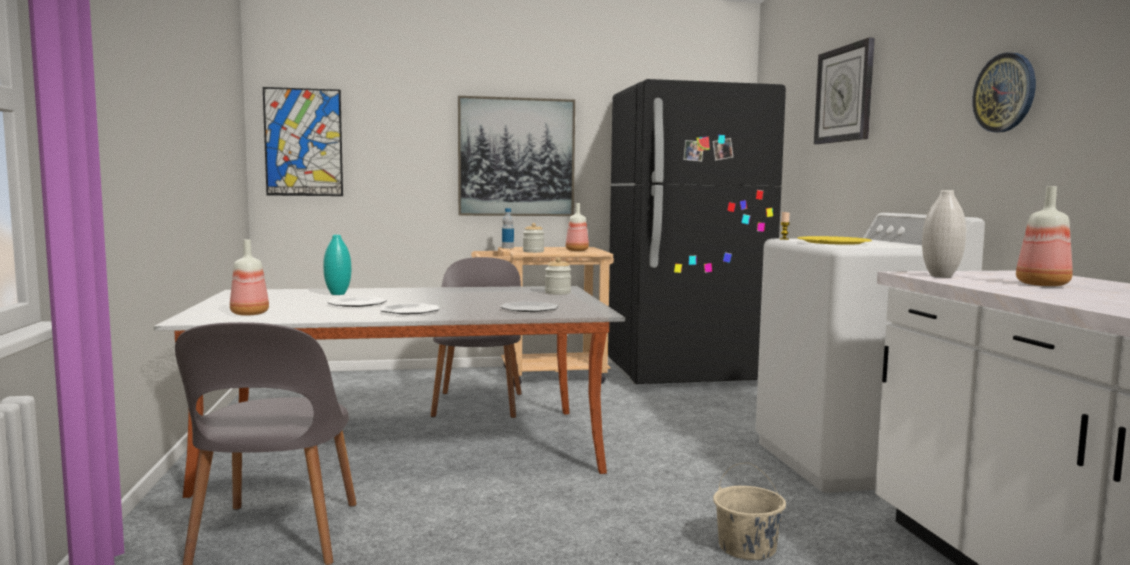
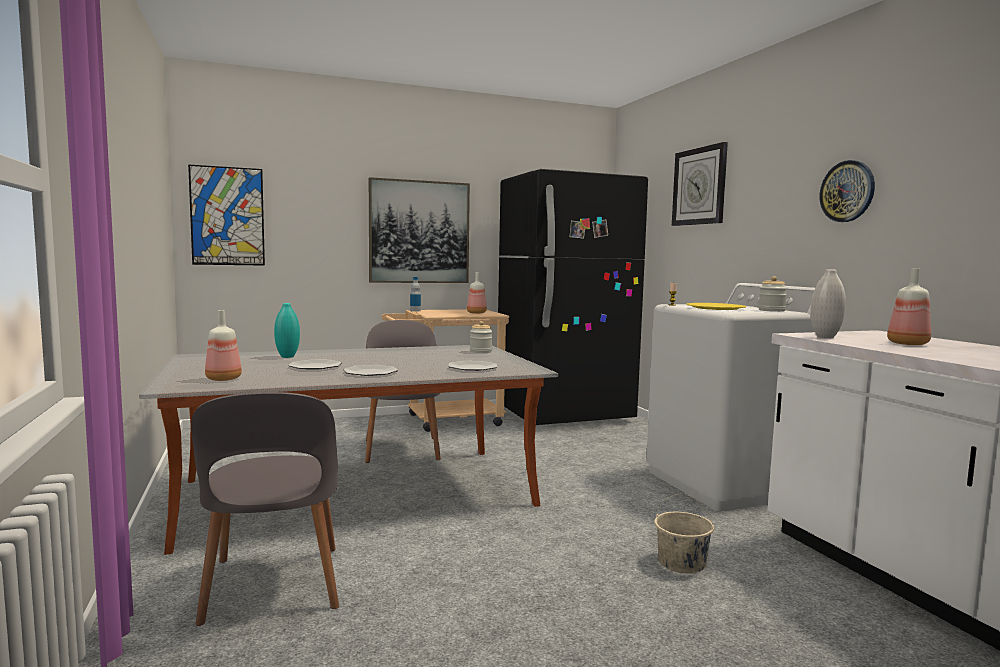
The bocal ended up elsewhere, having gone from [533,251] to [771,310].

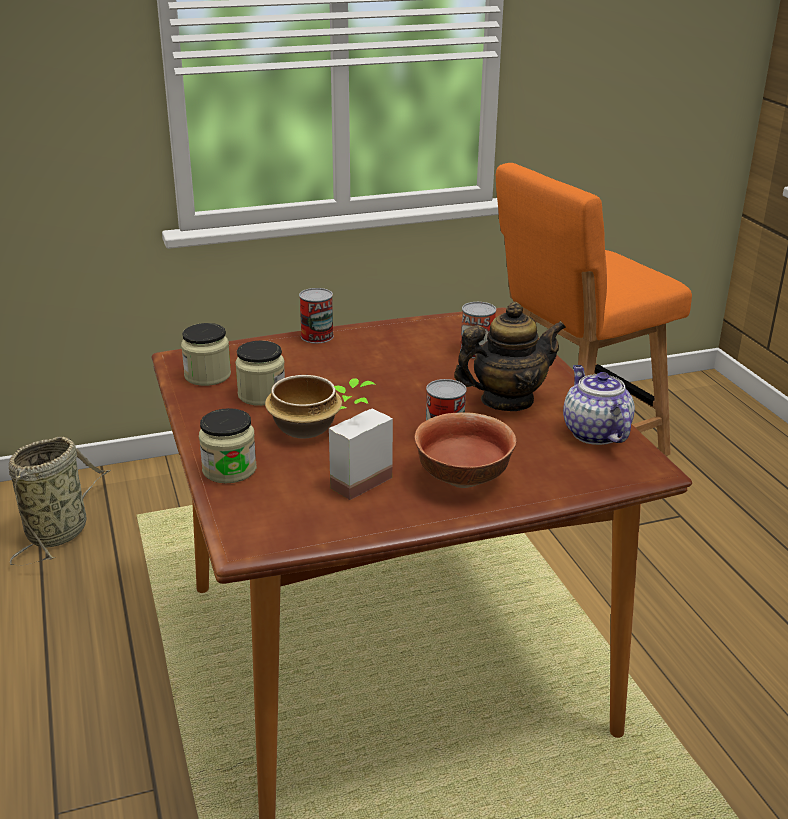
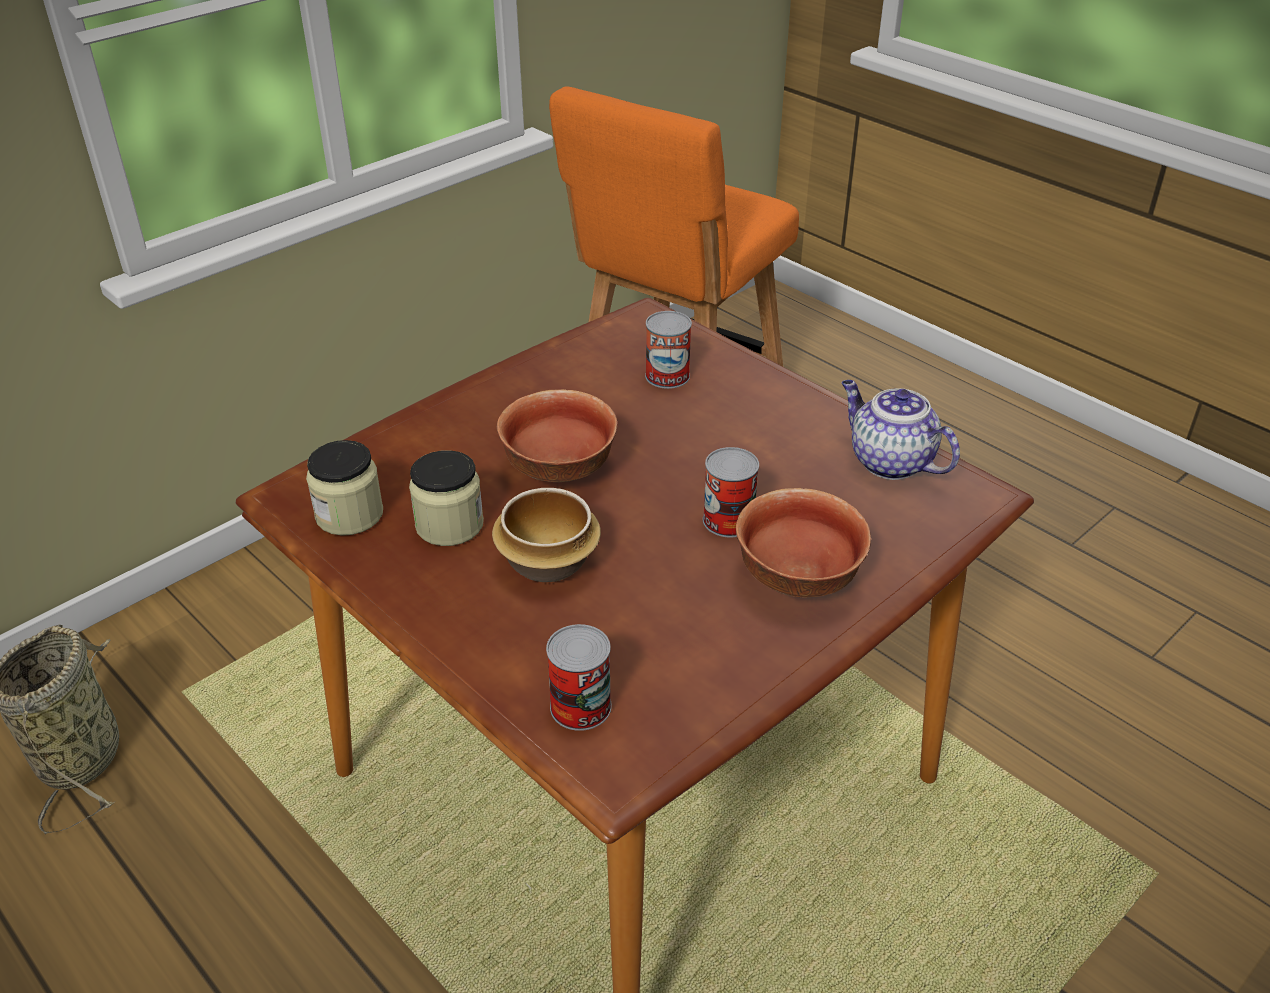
The second view lost the bocal at [229,469].
The second view lost the plante en pot at [353,478].
The second view lost the théière at [506,401].
The second view gained the bol at [561,469].
The boîte métallique ended up elsewhere, having gone from [317,336] to [580,706].

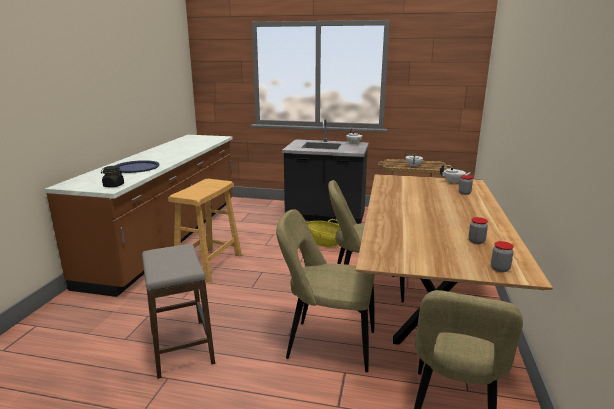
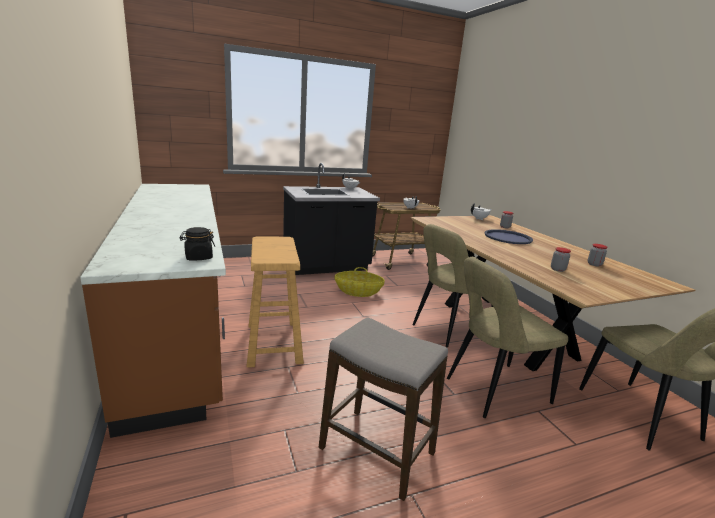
The plateau (bleu) ended up elsewhere, having gone from [136,167] to [508,237].
The bocal ended up elsewhere, having gone from [500,269] to [557,269].

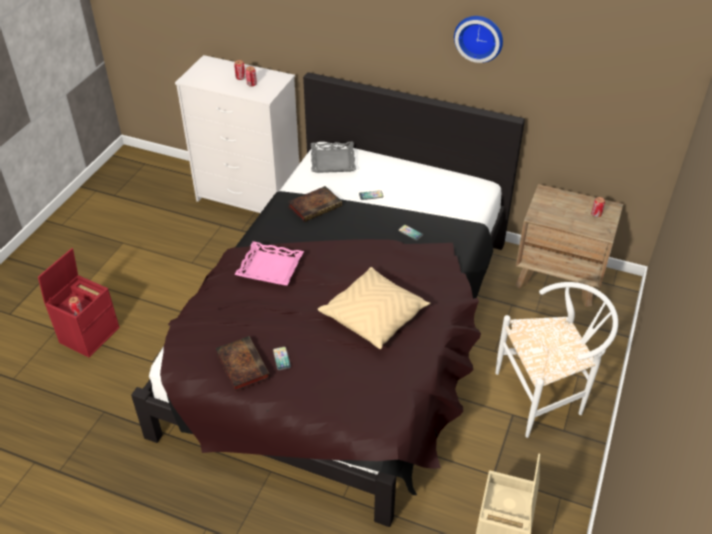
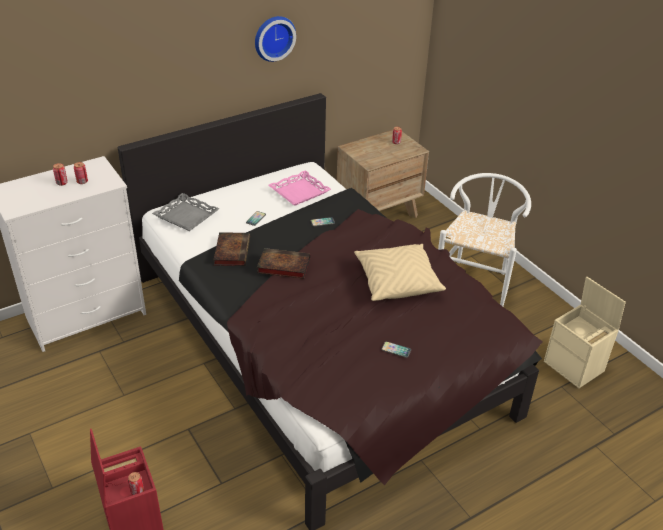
The livre ended up elsewhere, having gone from [241,365] to [282,266].
The plateau (rose) ended up elsewhere, having gone from [270,267] to [299,192].

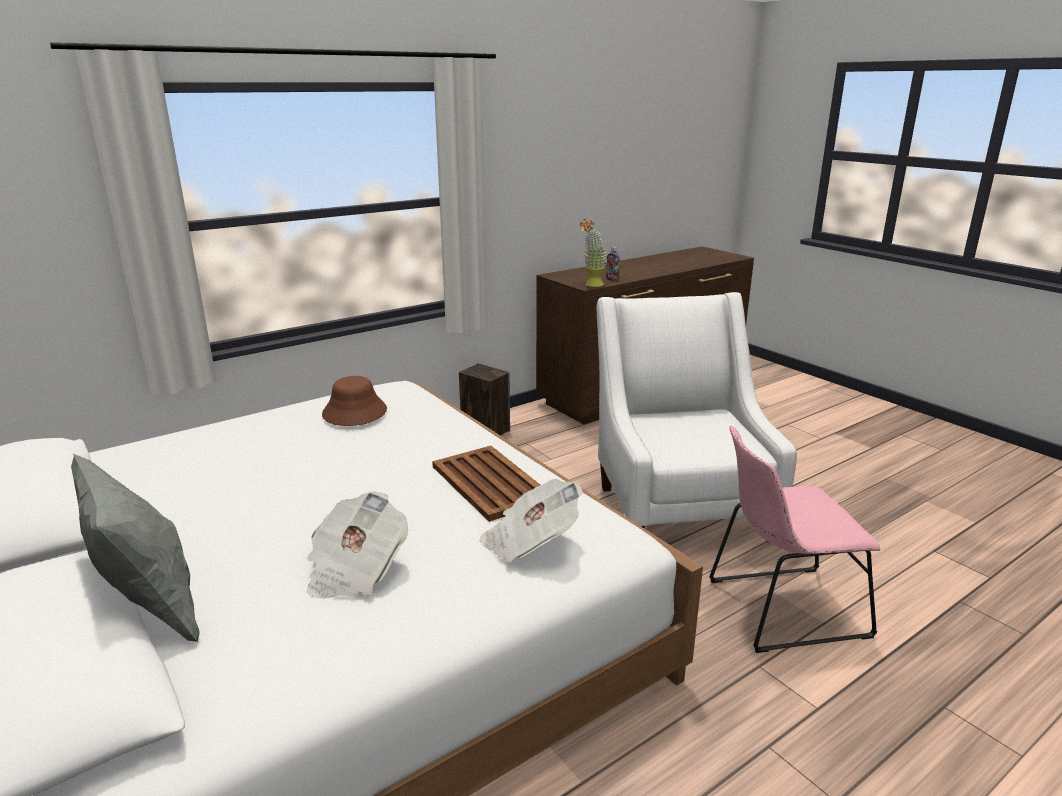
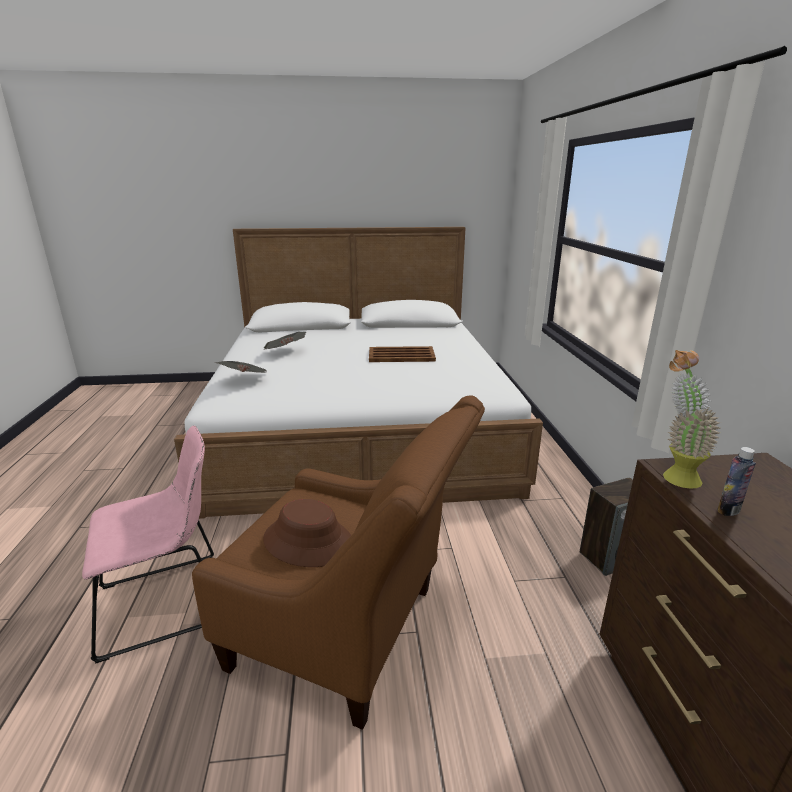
The second view lost the coussin (gris) at [151,609].
The chapeau (marron) ended up elsewhere, having gone from [354,412] to [308,541].
The plateau (marron) ended up elsewhere, having gone from [489,482] to [402,355].
What was the fauteuil (blanc) at [678,505] turned into the fauteuil (marron) at [349,633].
The chaise (rose) at [780,608] ended up facing another way, 45 degrees clockwise from before.

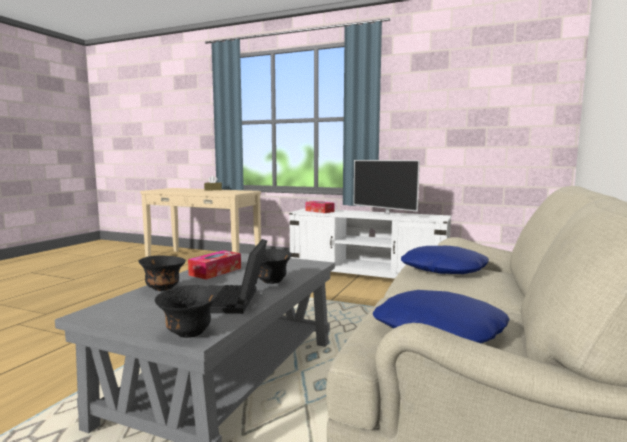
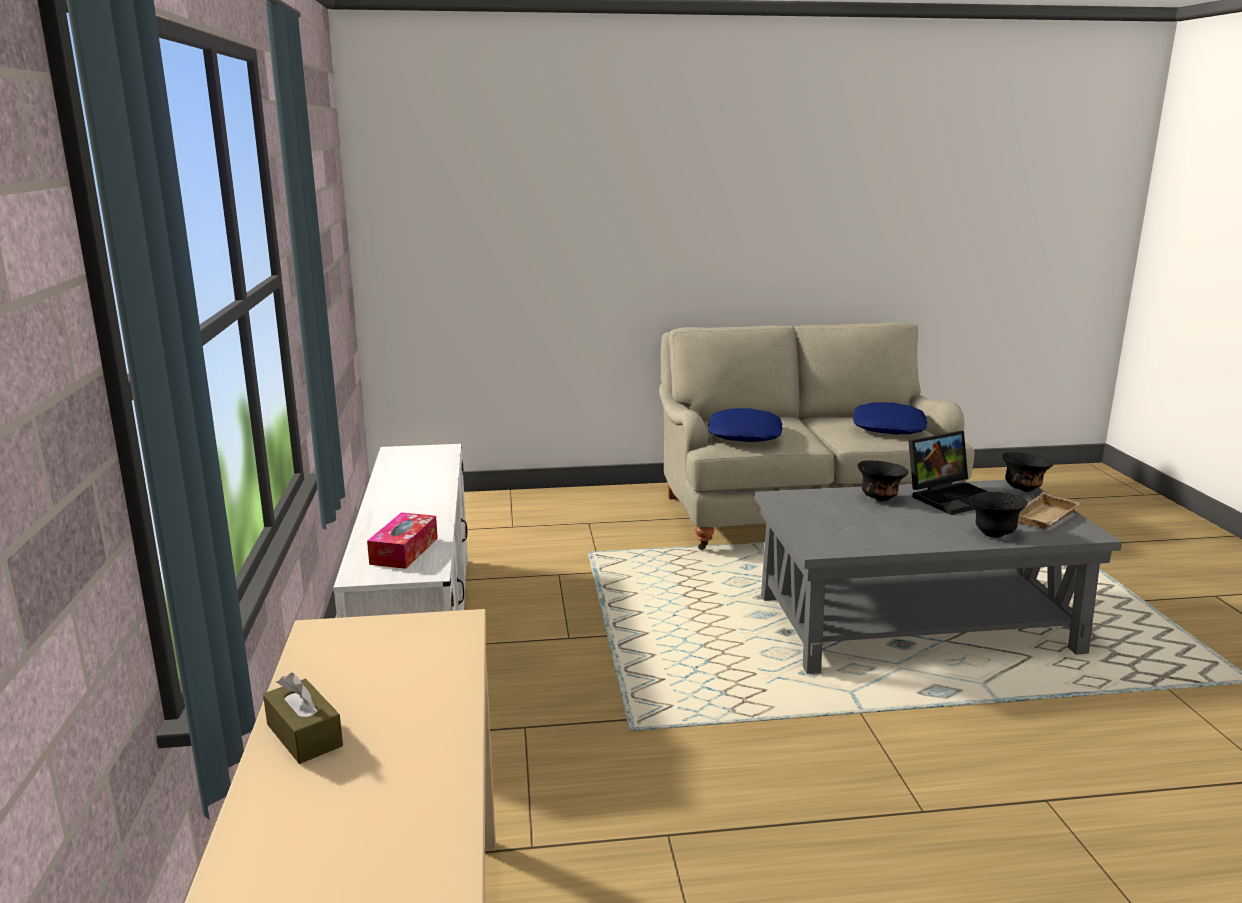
The second view lost the boîte à mouchoirs at [215,271].
The second view lost the téléviseur at [385,214].
The second view gained the plateau (beige) at [1046,518].

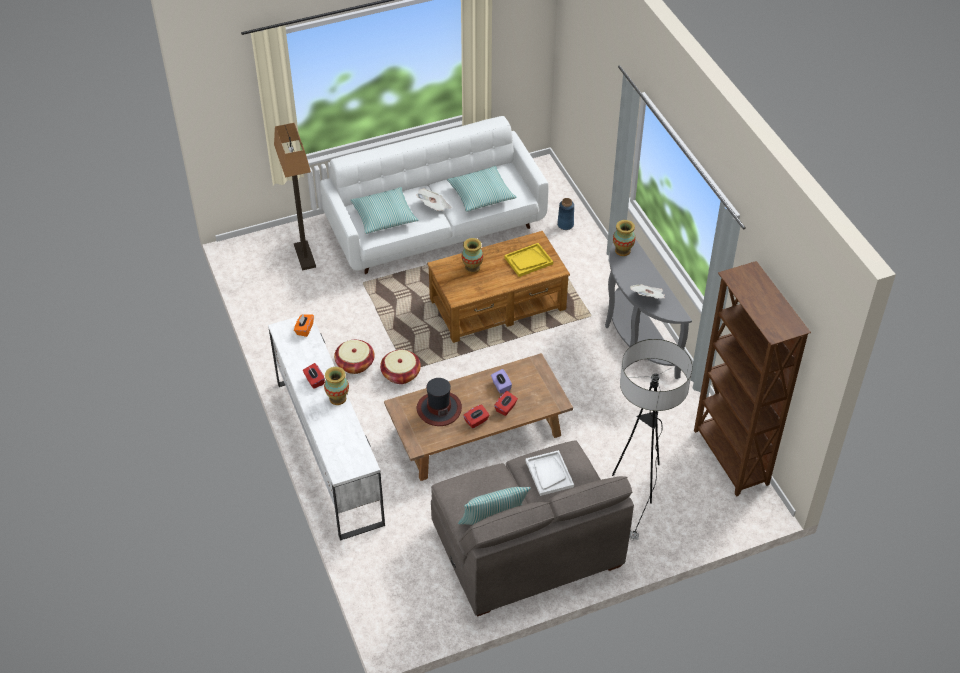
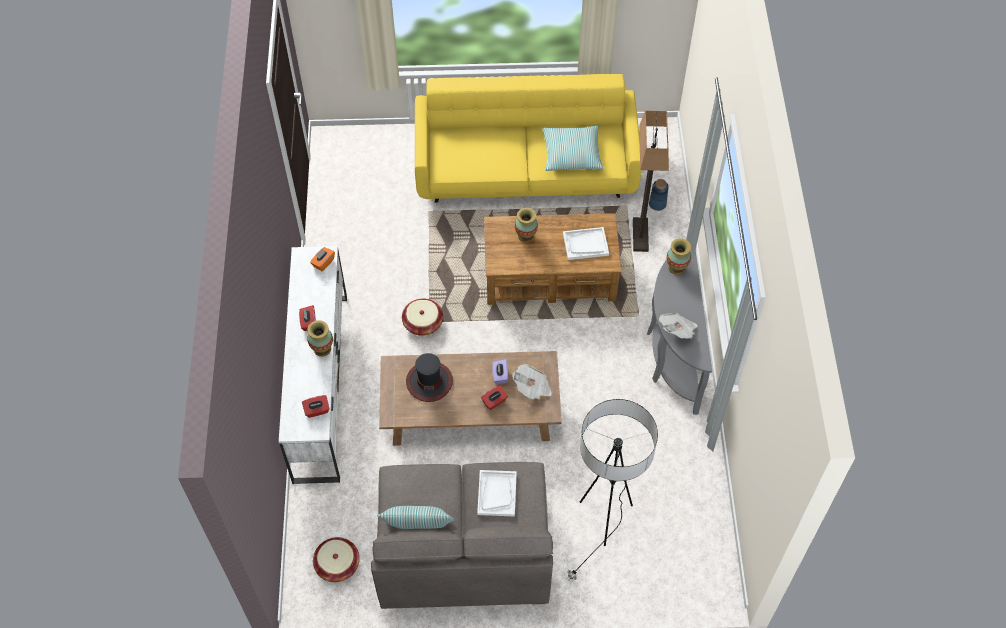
The second view lost the coussin at [384,216].
The second view lost the bibliothèque (marron) at [730,458].
The lampadaire ended up elsewhere, having gone from [305,256] to [640,235].
The panier ended up elsewhere, having gone from [355,364] to [337,564].
The journal ended up elsewhere, having gone from [434,207] to [532,388].
The boîte à mouchoirs (rouge) ended up elsewhere, having gone from [476,421] to [317,410].
What was the canapé (blanc) at [436,227] turned into the canapé (jaune) at [526,170].
What was the plateau (jaune) at [528,261] turned into the plateau (blanc) at [585,244].

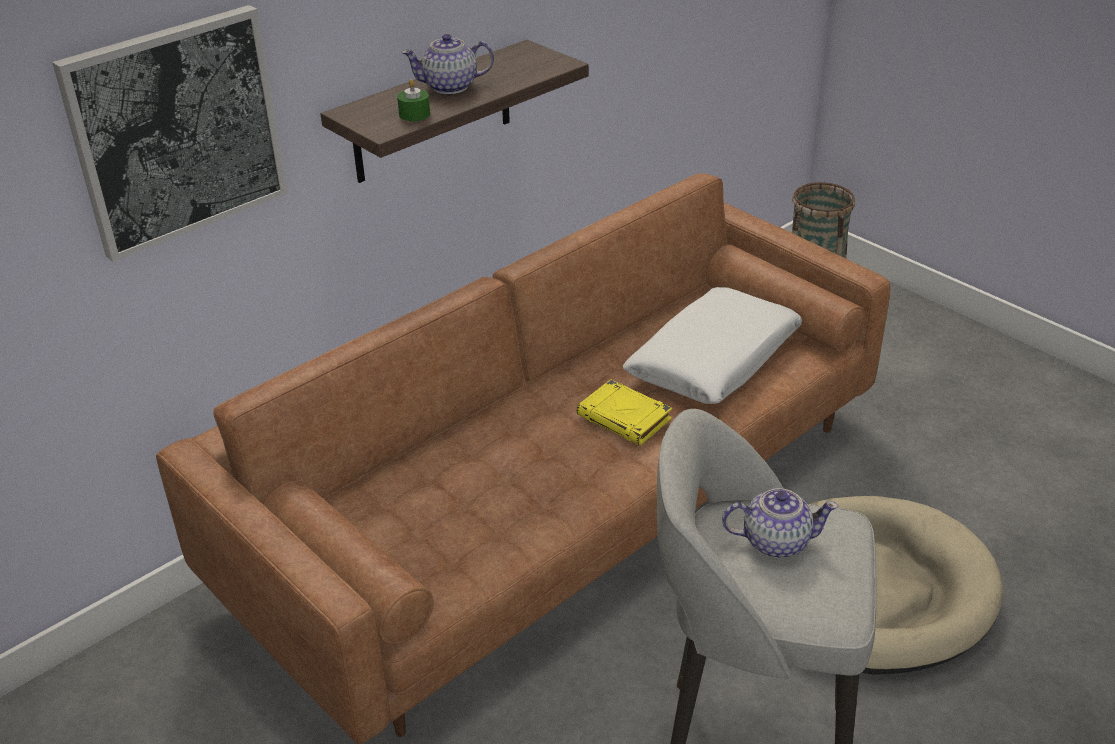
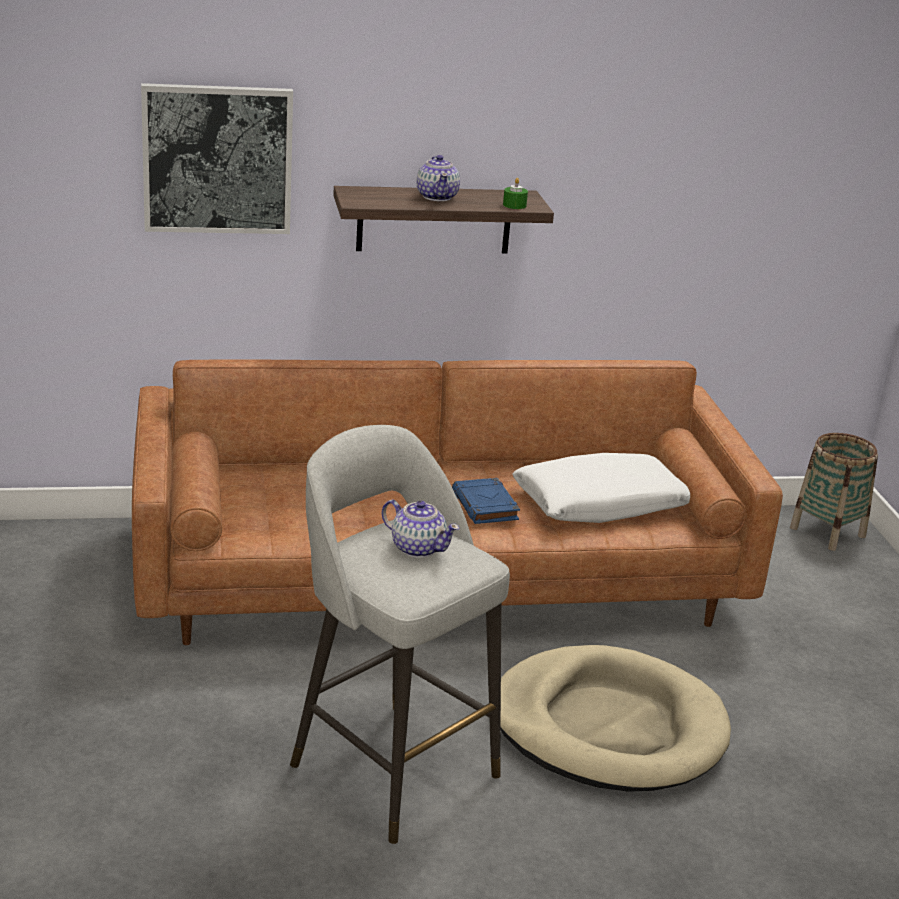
The bougie (vert) ended up elsewhere, having gone from [414,114] to [514,205].
What was the livre (jaune) at [625,418] turned into the livre (bleu) at [485,506].
The théière at [451,86] ended up facing another way, 120 degrees counterclockwise from before.

